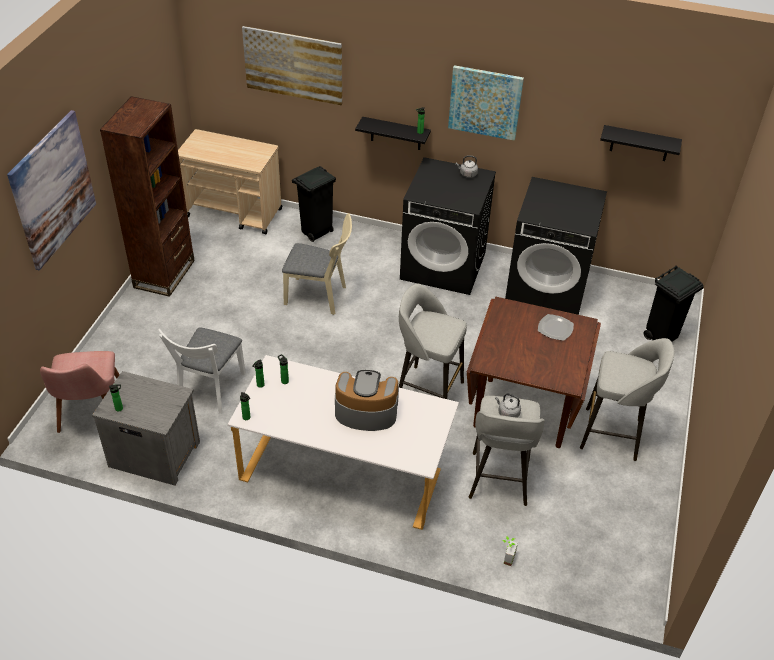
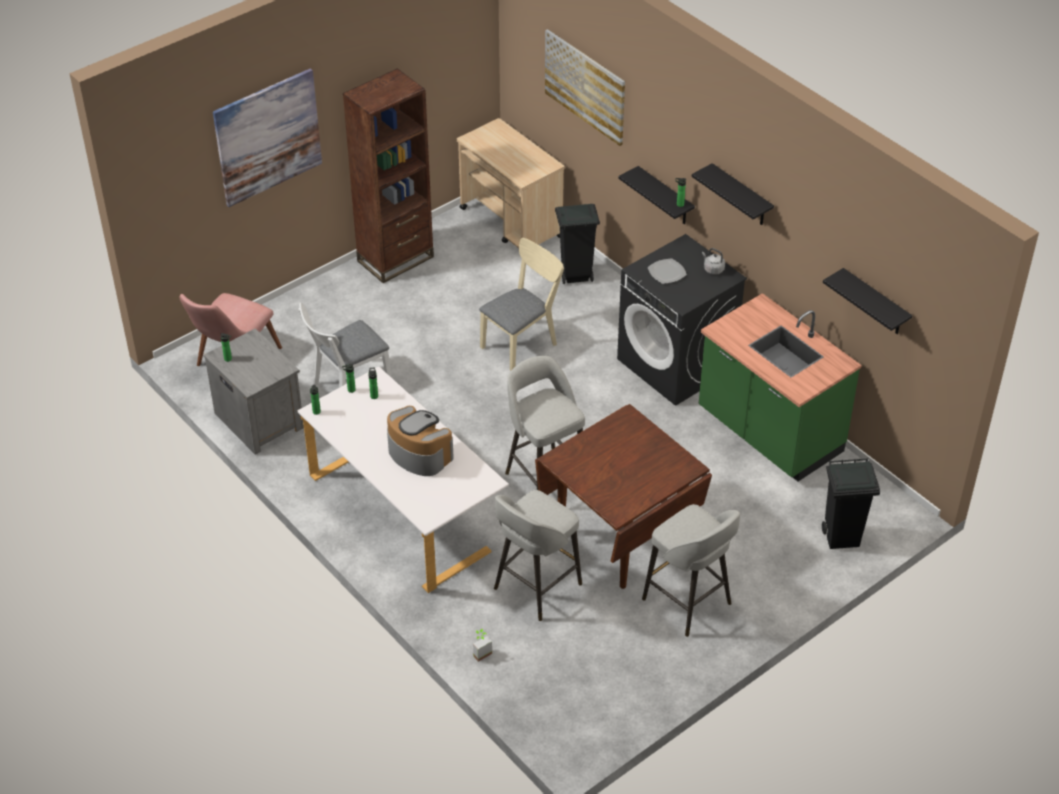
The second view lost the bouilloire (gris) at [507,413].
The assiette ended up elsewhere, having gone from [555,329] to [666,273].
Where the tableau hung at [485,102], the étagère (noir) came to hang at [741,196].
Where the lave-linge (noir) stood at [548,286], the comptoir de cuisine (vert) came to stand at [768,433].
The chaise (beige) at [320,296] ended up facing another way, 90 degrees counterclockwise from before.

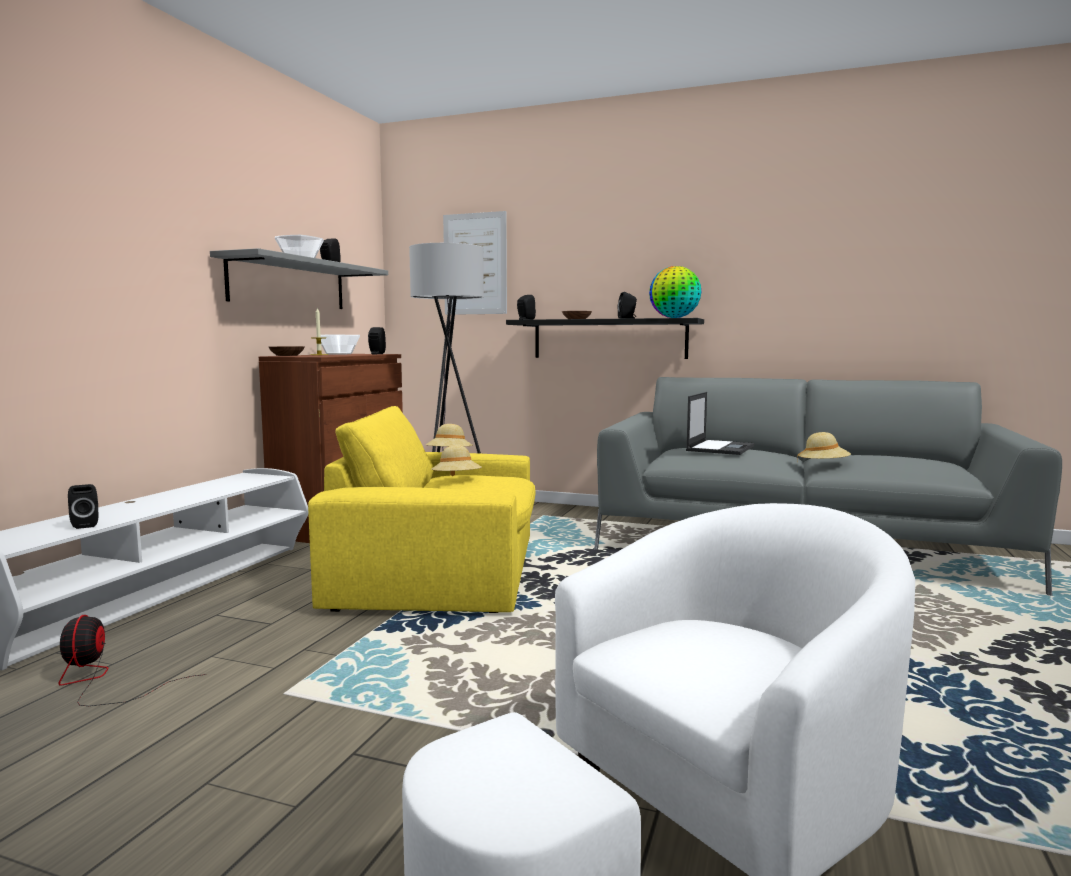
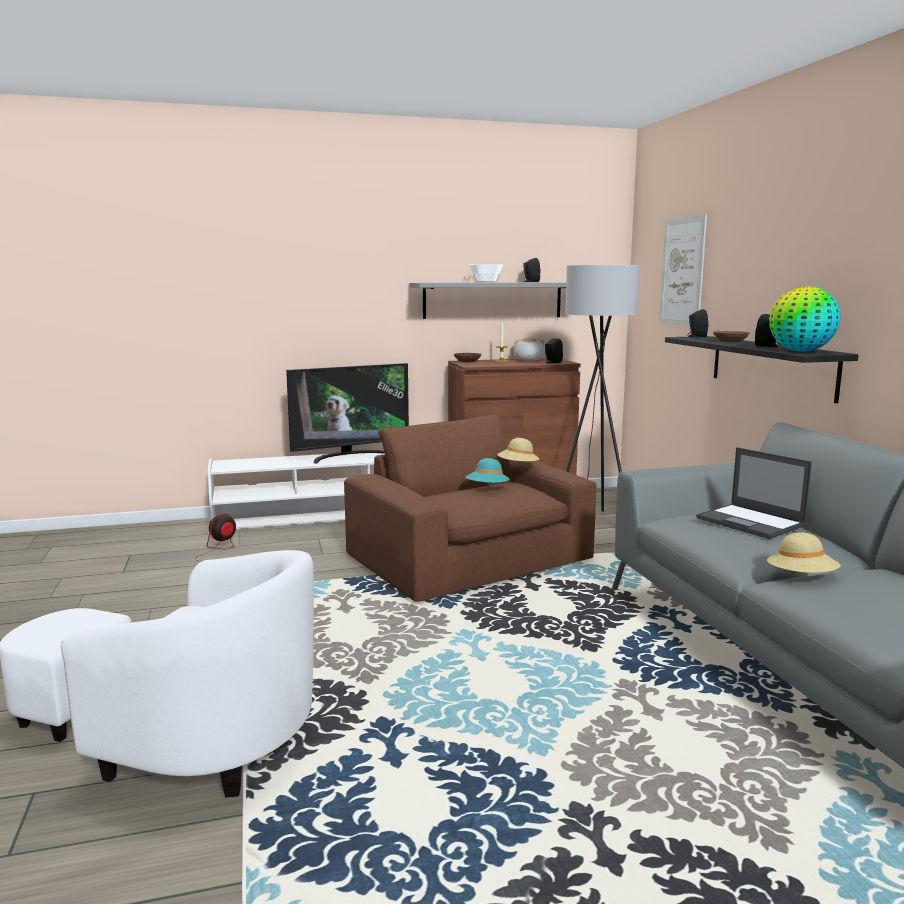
The second view lost the enceinte (noir) at [86,525].
The second view gained the téléviseur at [350,456].
Where the bol stood at [338,354], the peluche came to stand at [528,360].
What was the fauteuil (jaune) at [441,570] turned into the fauteuil (marron) at [471,560].
What was the chapeau (beige) at [457,480] turned into the chapeau (turquoise) at [487,489].
The ordinateur portable at [720,448] ended up facing another way, 60 degrees clockwise from before.

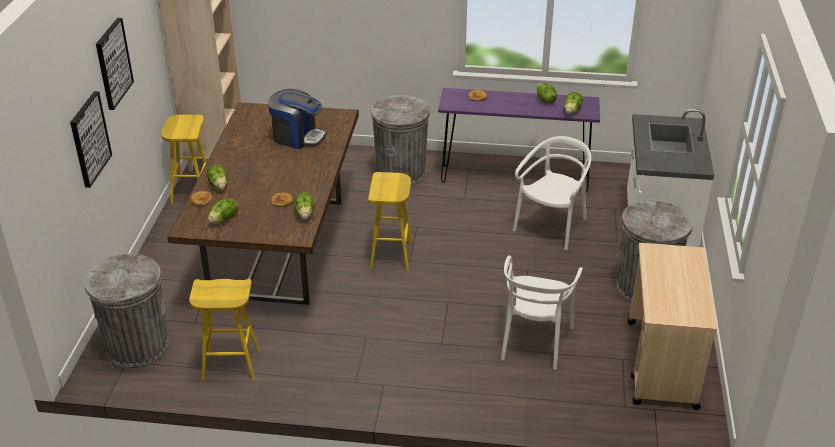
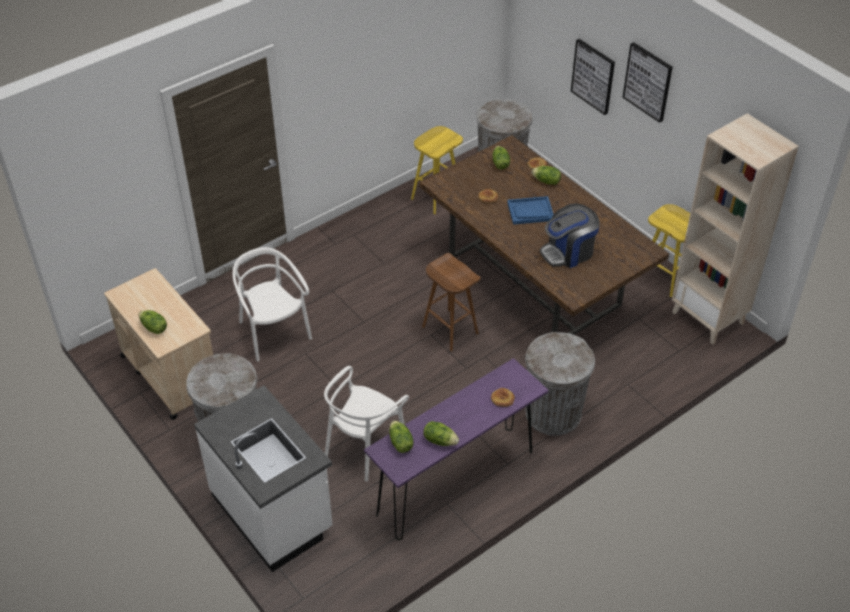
The second view gained the plateau (bleu) at [530,211].
The laitue ended up elsewhere, having gone from [305,213] to [153,328].
What was the tabouret (jaune) at [391,255] turned into the tabouret (marron) at [449,330].
The chaise (blanc) at [551,226] ended up facing another way, 45 degrees clockwise from before.

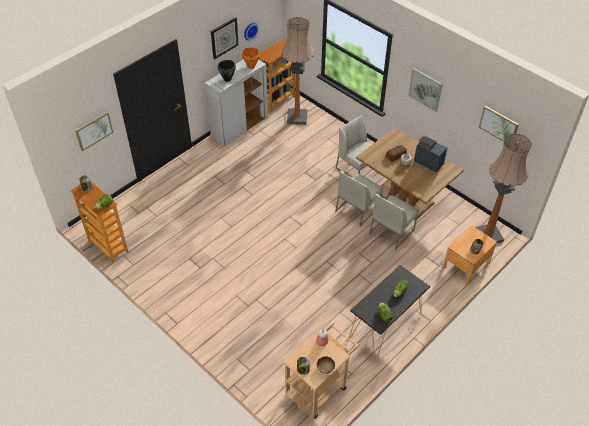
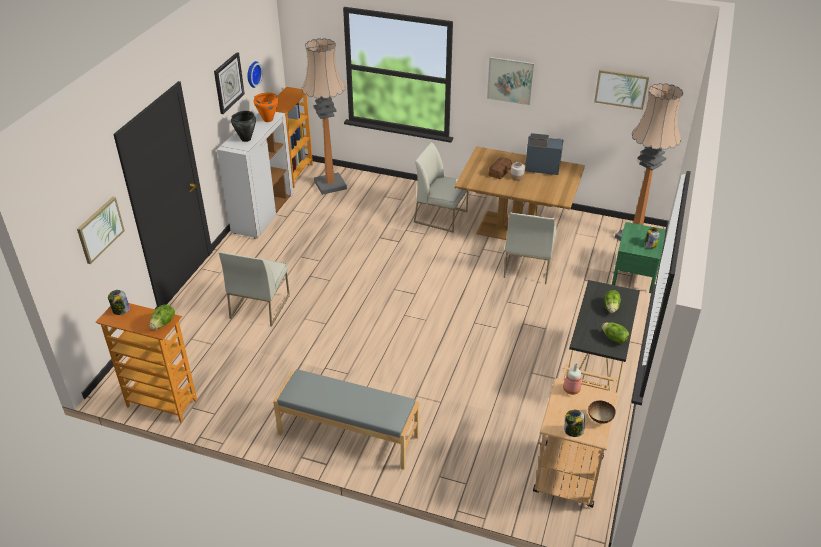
The second view gained the banc (gris) at [348,435].
The chaise (blanc) ended up elsewhere, having gone from [357,208] to [259,306].
What was the table de chevet (marron) at [466,264] turned into the table de chevet (vert) at [635,273].

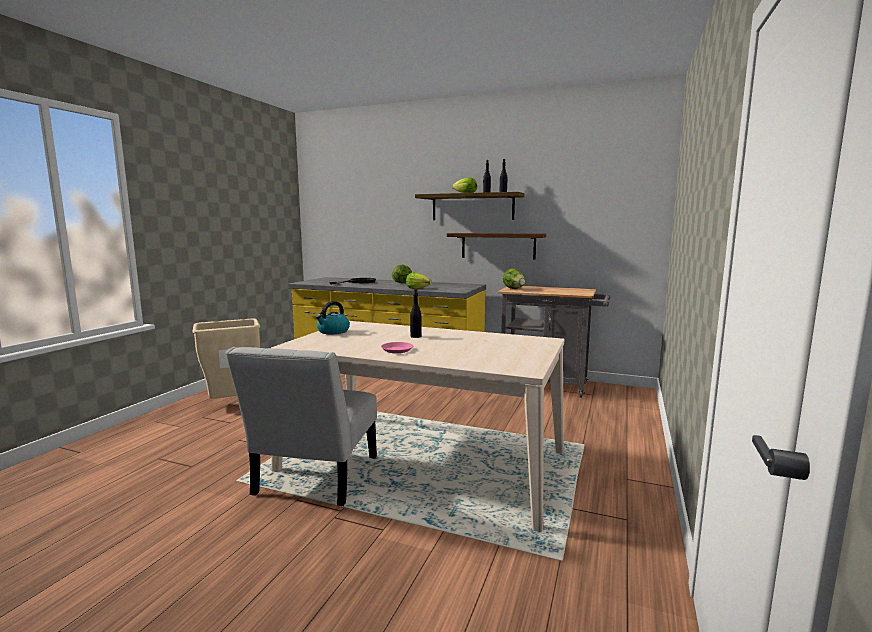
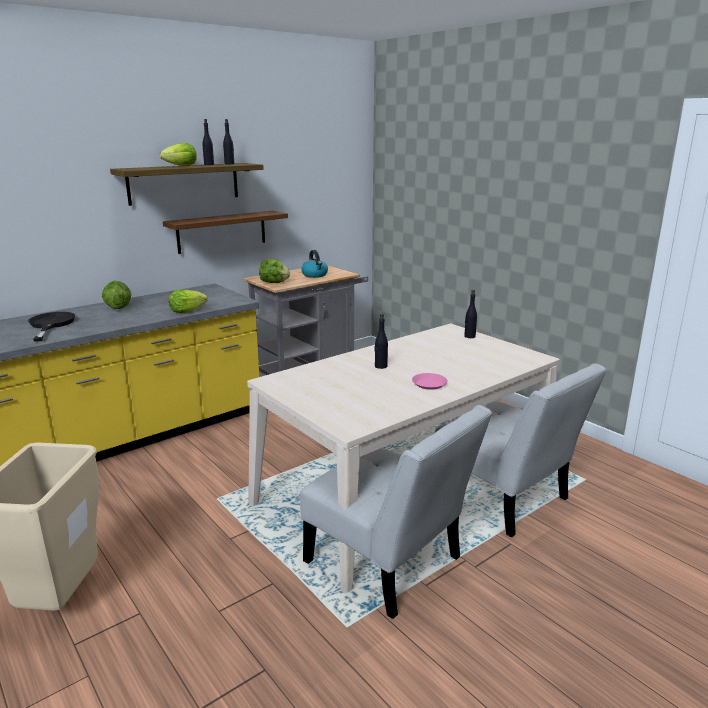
The second view gained the chaise (blanc) at [505,499].
The second view gained the bouteille (noir) at [469,336].
The bouilloire ended up elsewhere, having gone from [333,331] to [315,275].

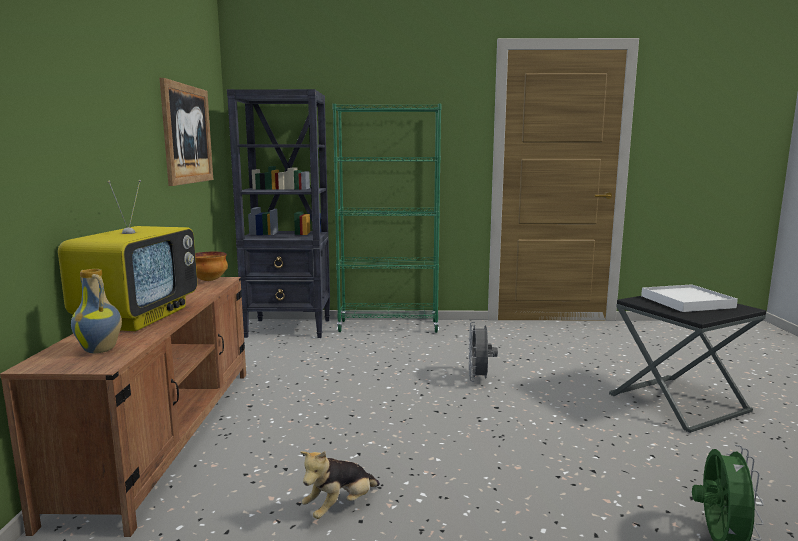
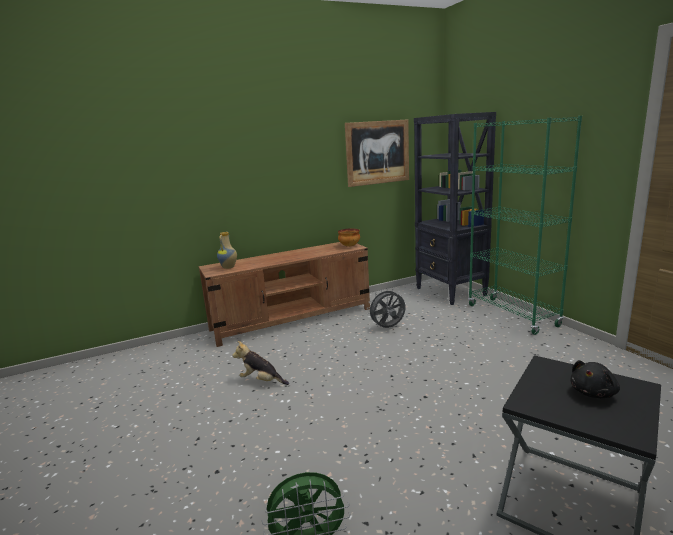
The second view lost the téléviseur at [138,317].
The ventilateur (gris) ended up elsewhere, having gone from [479,379] to [388,328].
Where the plateau (blanc) stood at [687,302], the peluche (noir) came to stand at [594,393].

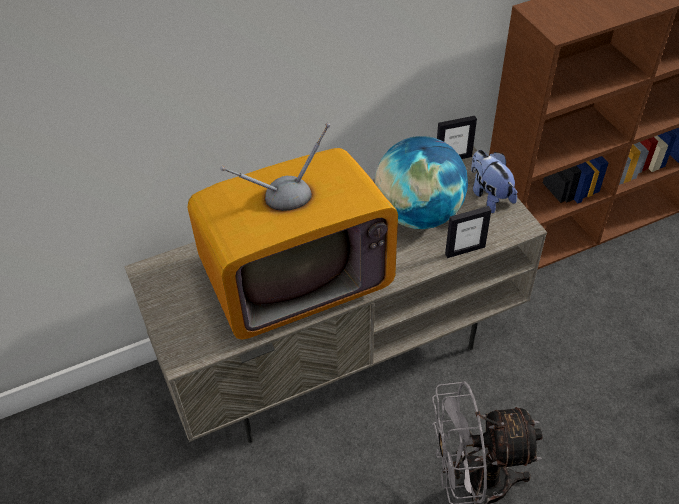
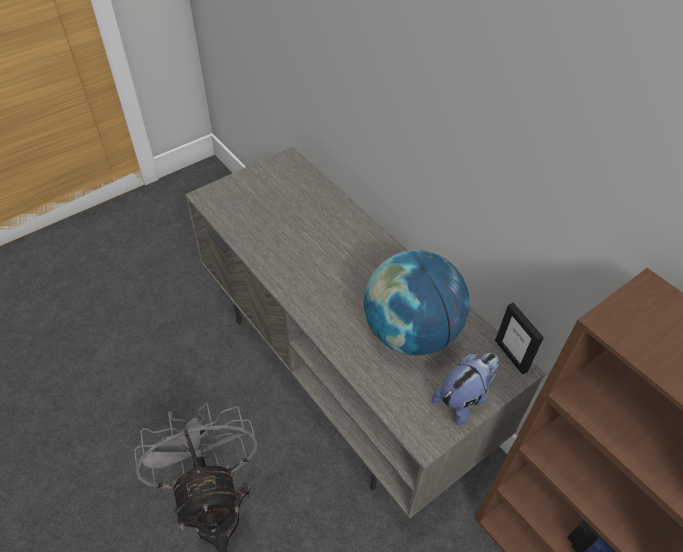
The second view lost the téléviseur at [296,279].
The second view lost the cadre photo at [465,250].

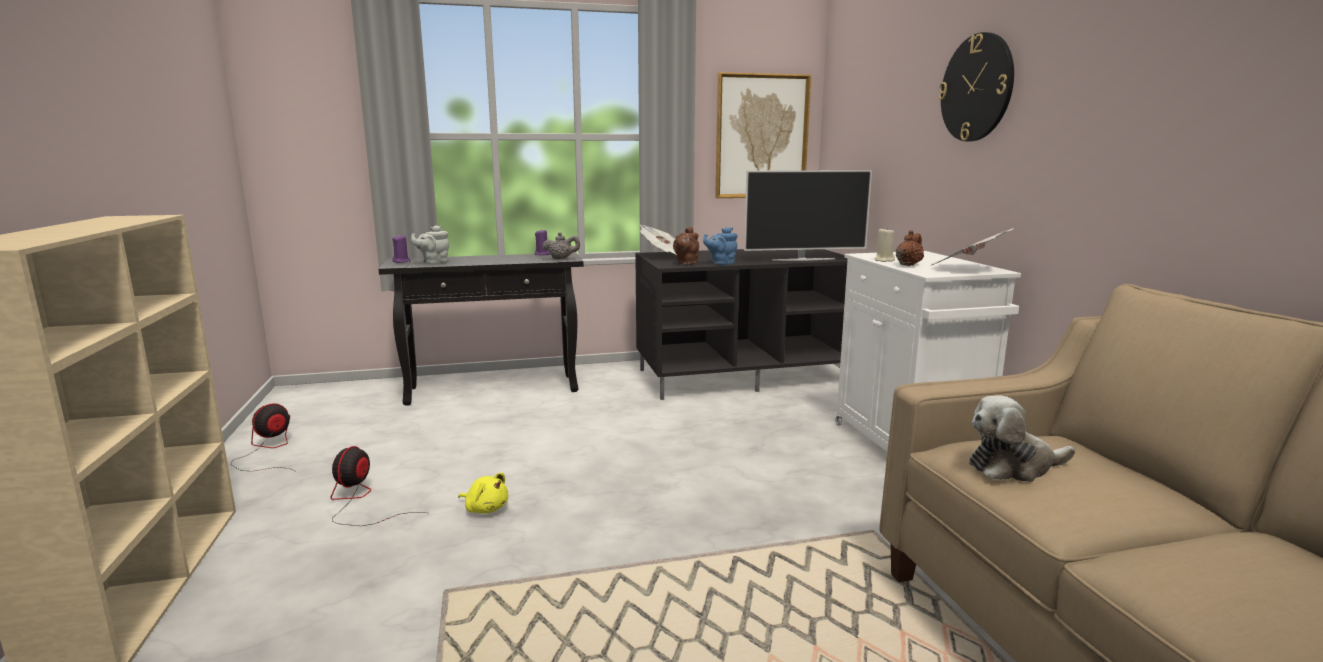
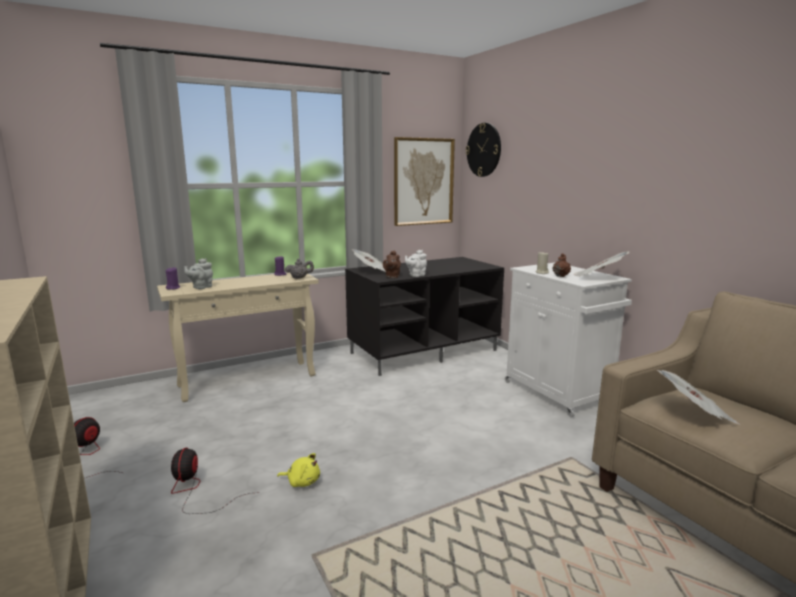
The second view lost the téléviseur at [803,259].
The horloge murale ended up elsewhere, having gone from [976,88] to [484,150].
Where the peluche stood at [1013,467], the journal came to stand at [694,414].
What was the table console (noir) at [494,389] turned into the table console (beige) at [249,380].
What was the théière (bleu) at [721,263] turned into the théière (blanc) at [416,275].

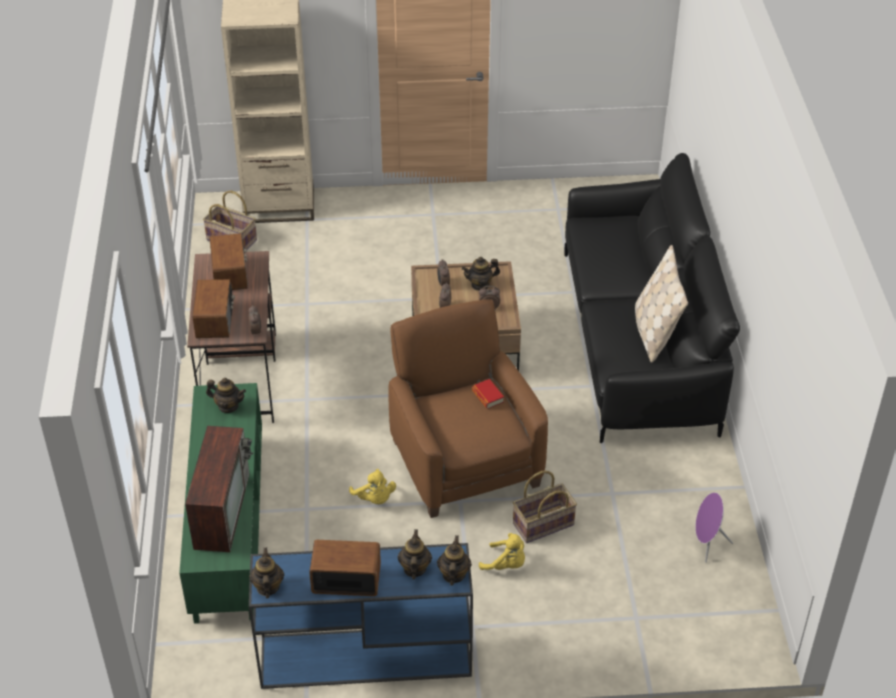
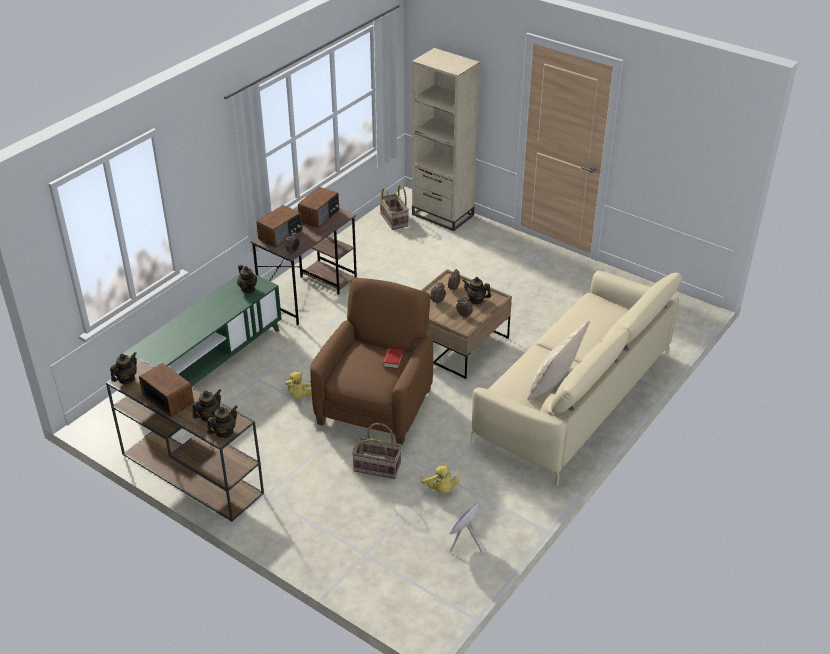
The second view lost the téléviseur at [221,509].
The peluche (jaune) ended up elsewhere, having gone from [506,564] to [440,489].
What was the table console (bleu) at [363,657] turned into the table console (marron) at [190,473].
What was the canapé (noir) at [638,340] turned into the canapé (beige) at [574,398].

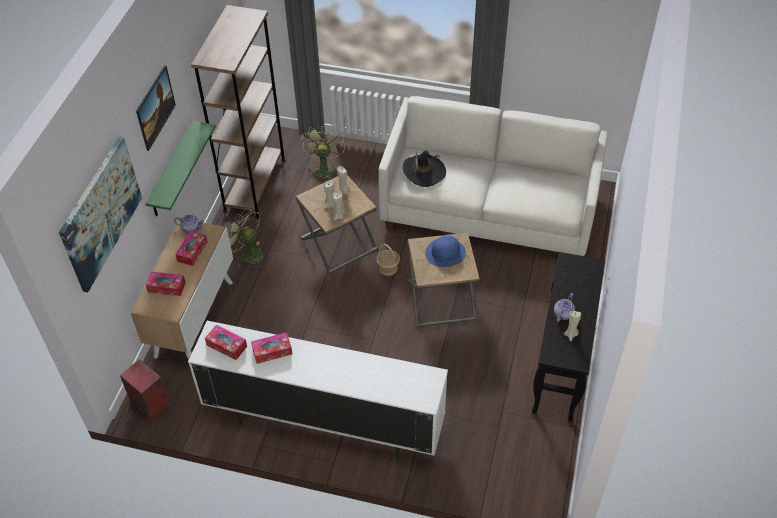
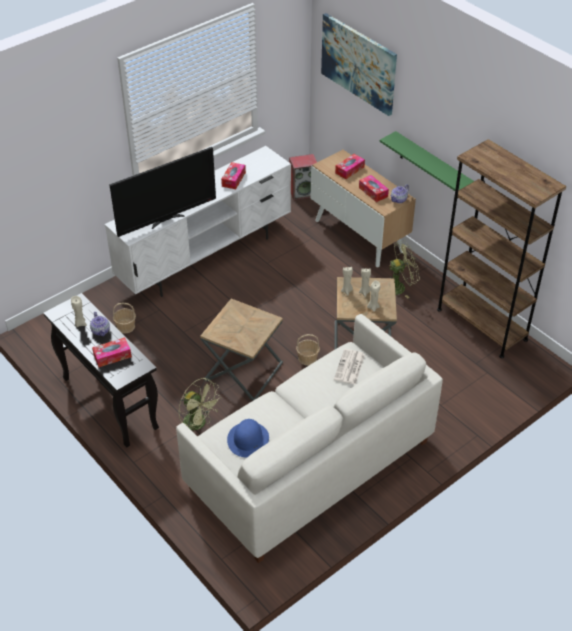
The second view lost the tableau at [158,117].
The second view gained the téléviseur at [167,220].
The second view gained the panier at [125,326].
The boîte à mouchoirs ended up elsewhere, having gone from [226,345] to [112,356].
The ventilateur (vert) ended up elsewhere, having gone from [323,168] to [199,424].
The chapeau (bleu) ended up elsewhere, having gone from [445,253] to [248,439].
Where the chapeau (noir) stood at [424,171], the journal came to stand at [349,367].

